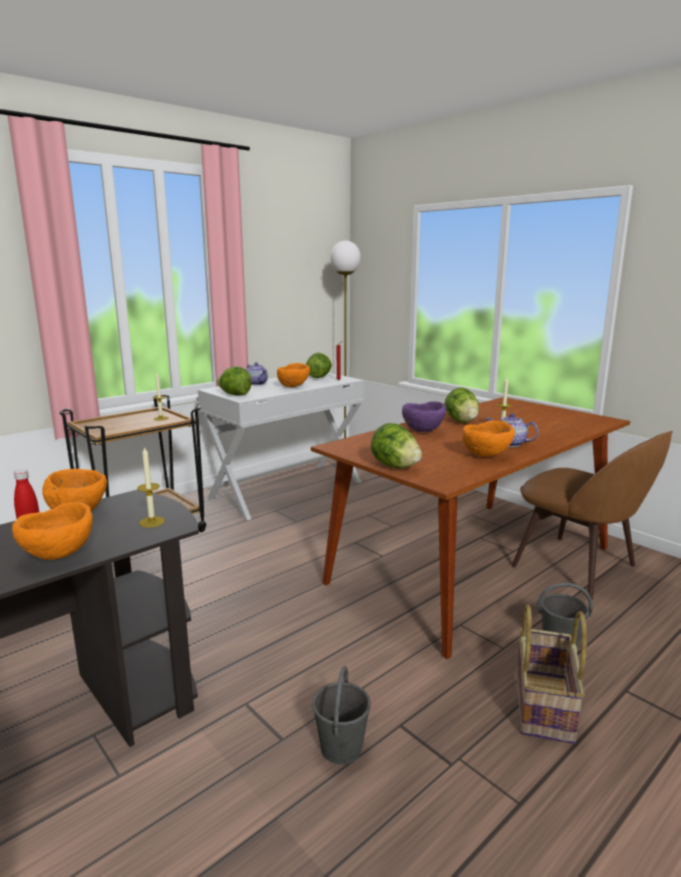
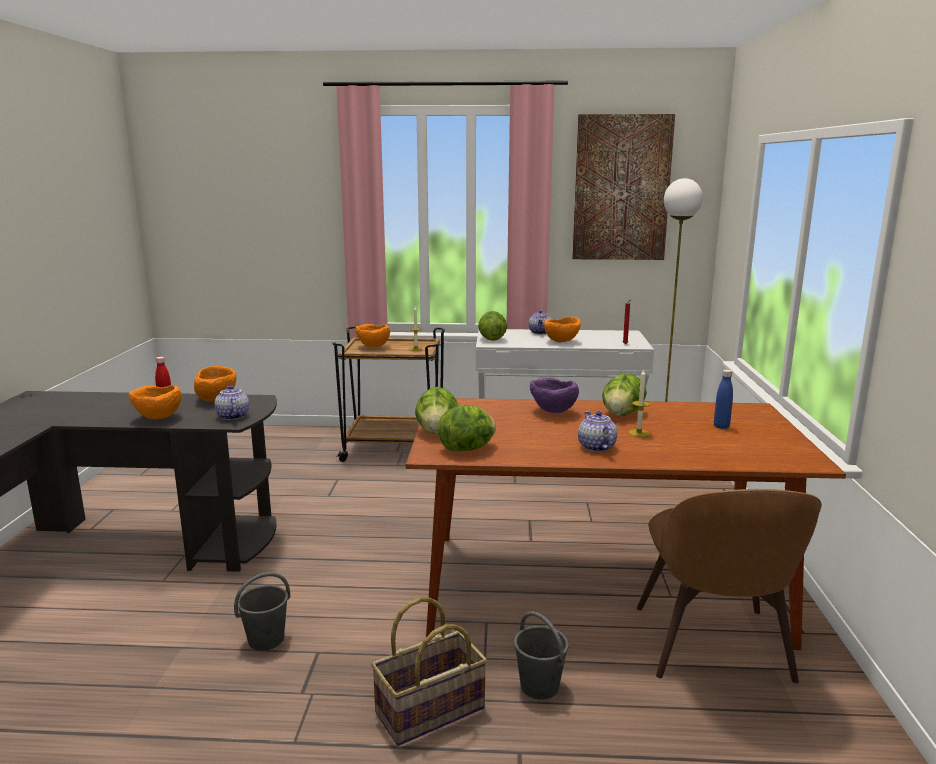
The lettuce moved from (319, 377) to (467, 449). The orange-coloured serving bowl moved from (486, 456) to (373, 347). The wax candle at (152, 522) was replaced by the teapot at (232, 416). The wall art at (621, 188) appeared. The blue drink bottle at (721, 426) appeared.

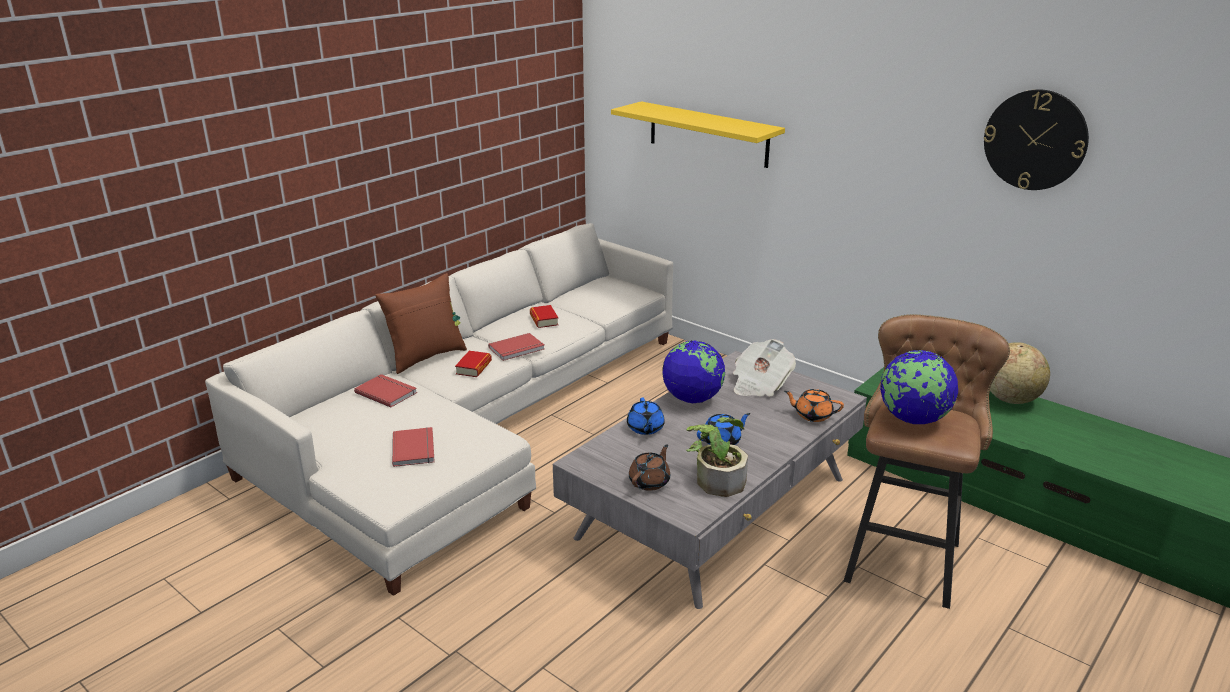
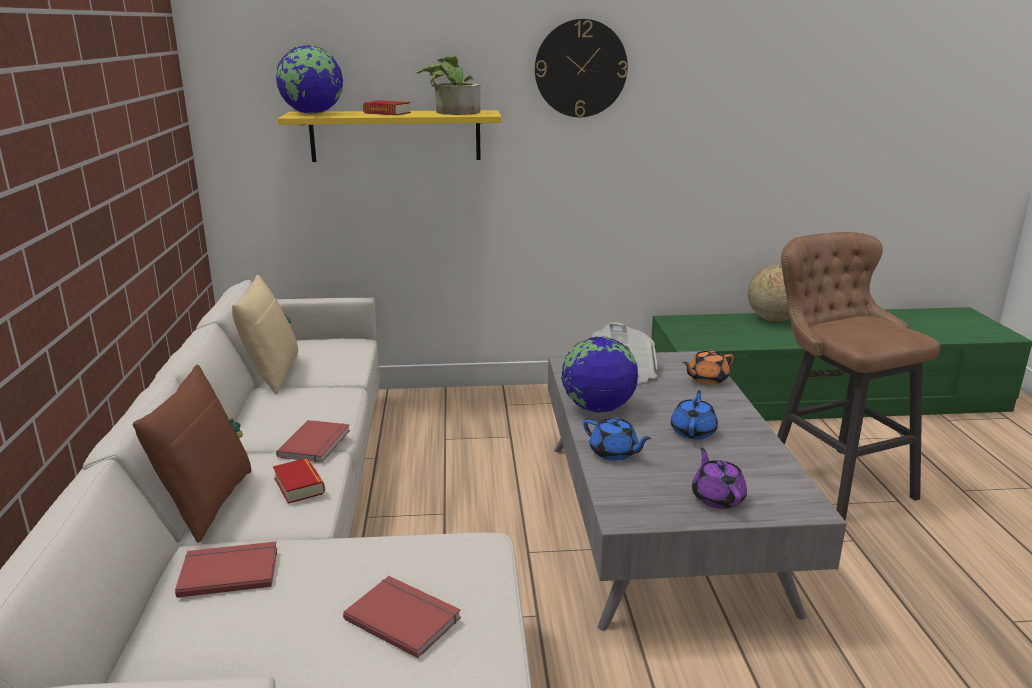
The clock on the wall moved from (1035, 140) to (580, 68). The bound book moved from (544, 320) to (387, 113). The world globe moved from (913, 419) to (312, 114). The potted plant moved from (716, 478) to (451, 112). The brownish teapot at (650, 481) became the purple-coloured teapot at (717, 497). The beige pillow at (272, 375) appeared.

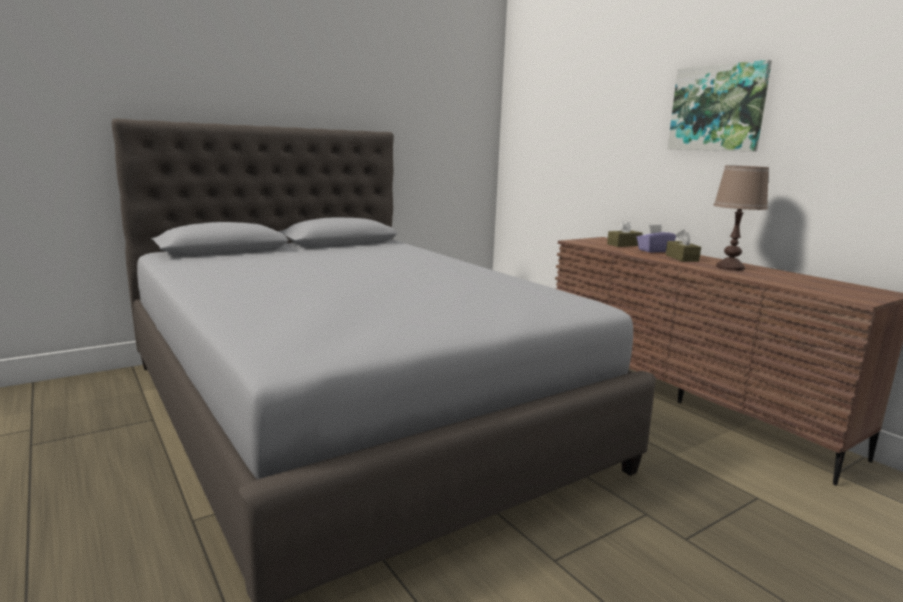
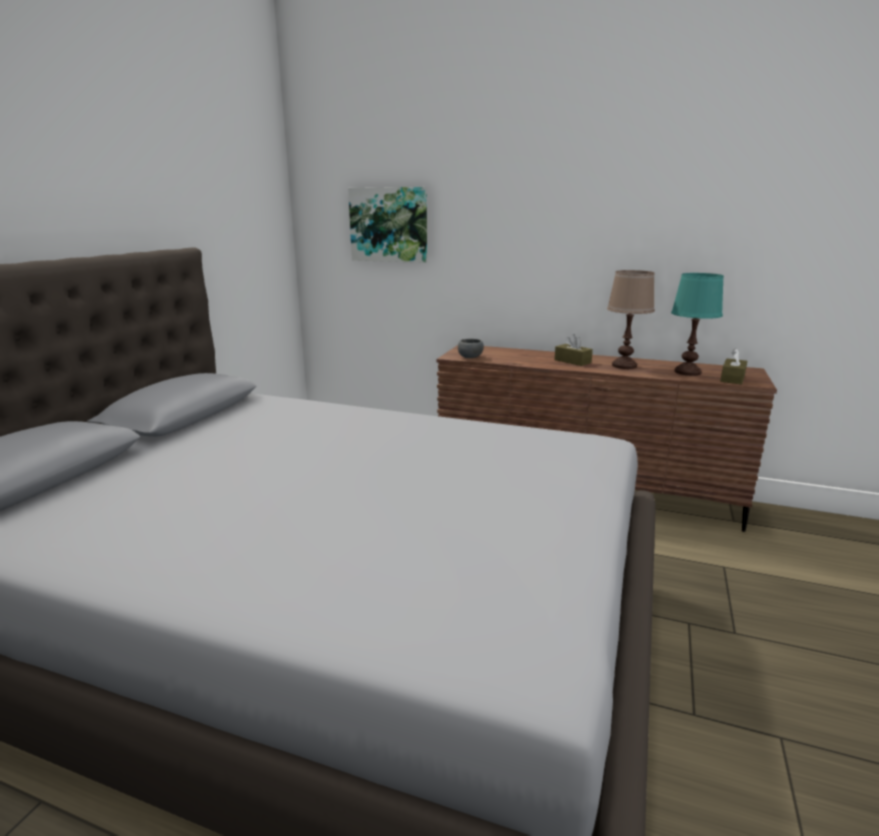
The wall art moved from (717, 108) to (389, 225). The brownish tissue box moved from (624, 245) to (732, 378). The purple-coloured tissue box at (654, 250) disappeared. The blue-green tabletop lamp at (687, 372) appeared. The gray serving bowl at (471, 357) appeared.

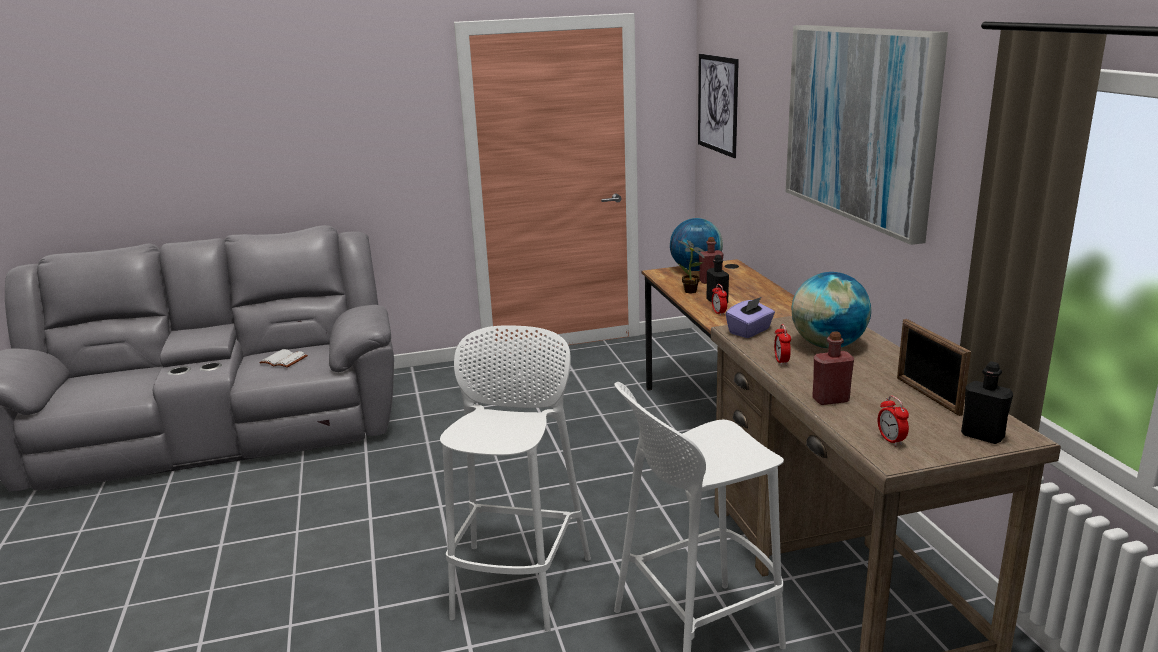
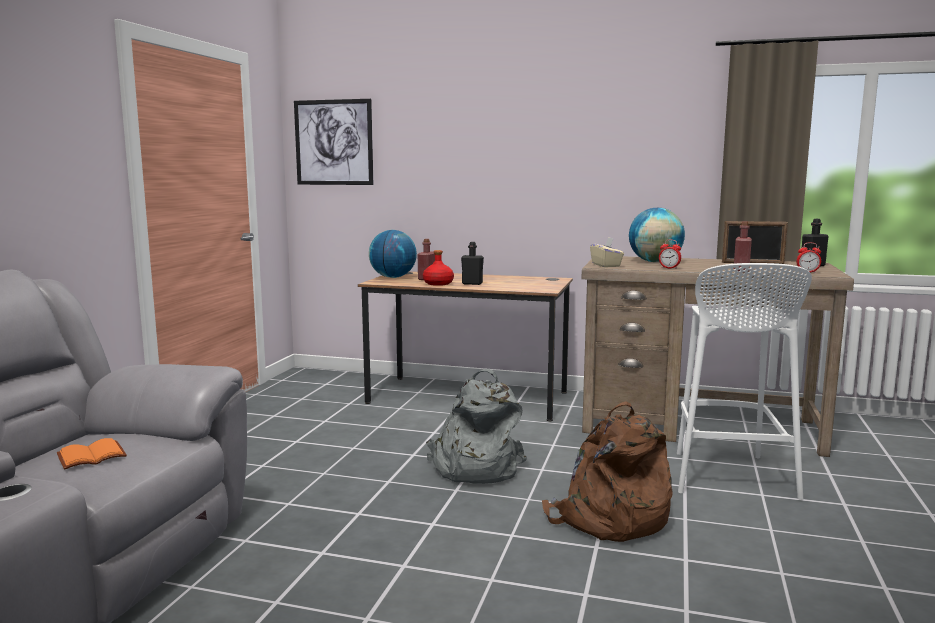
The wall art at (860, 124) disappeared. The potted plant at (691, 292) was replaced by the red-coloured drink bottle at (438, 284). The table clock at (719, 313) disappeared. The purple-coloured tissue box at (750, 331) became the beige tissue box at (606, 265). The white sitting stool at (517, 584) was replaced by the brownish rucksack at (608, 519). The white bound book at (282, 361) became the orange-coloured bound book at (91, 457). The gray rucksack at (474, 468) appeared.

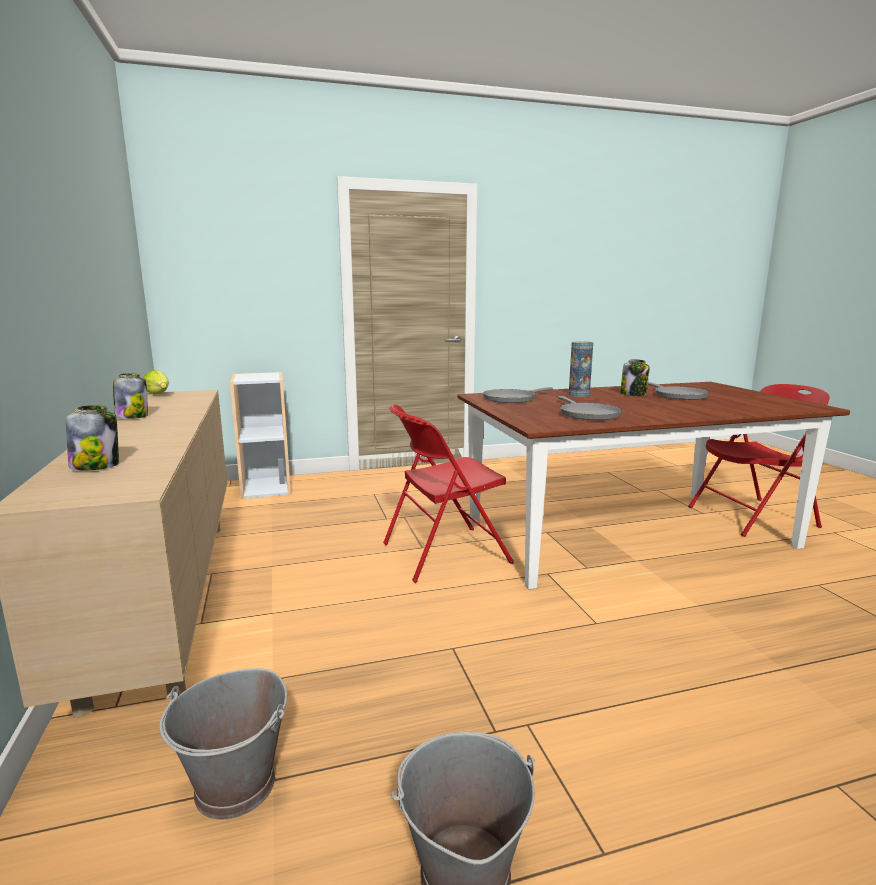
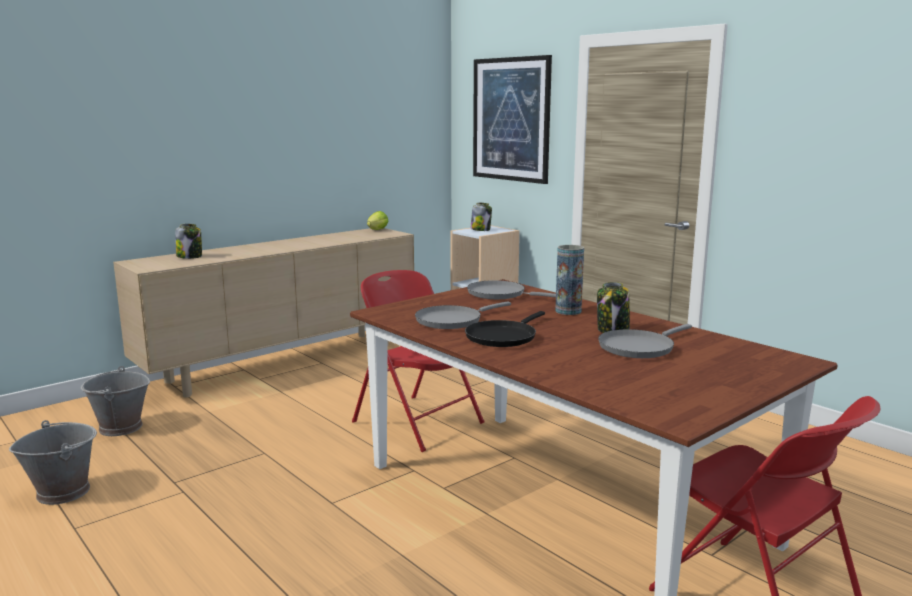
The jar moved from (132, 417) to (480, 230). The wall art at (511, 119) appeared. The black-coloured frying pan at (503, 336) appeared.

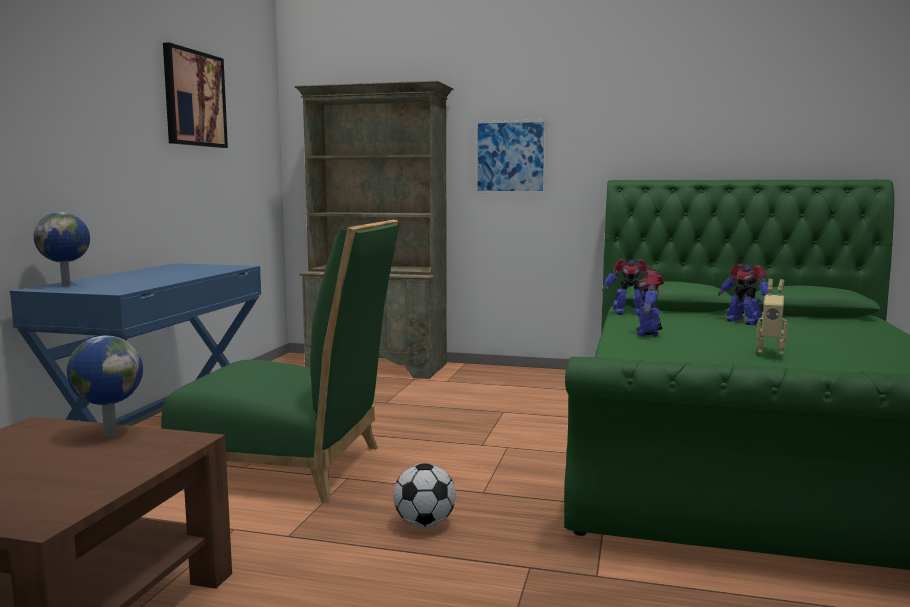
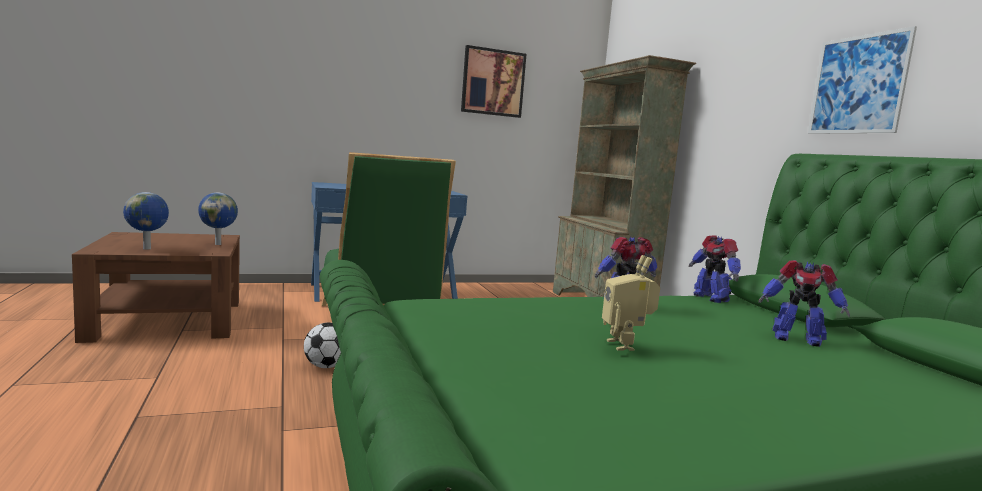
The wall art moved from (510, 157) to (858, 84). The world globe moved from (67, 285) to (148, 249). The model robot at (744, 322) turned 90 degrees counterclockwise.

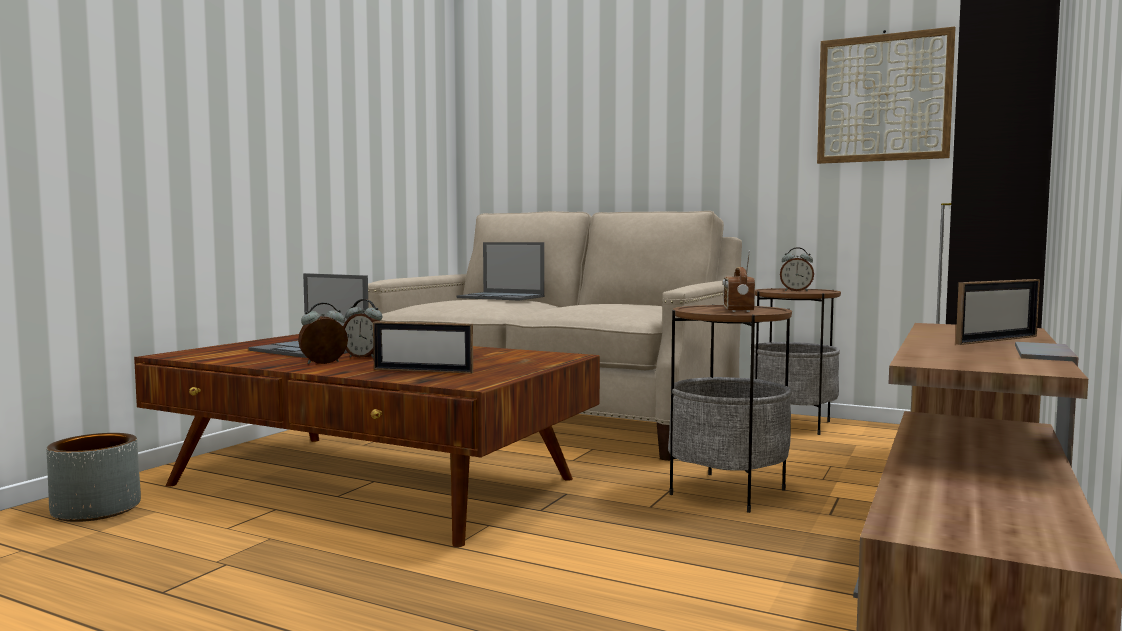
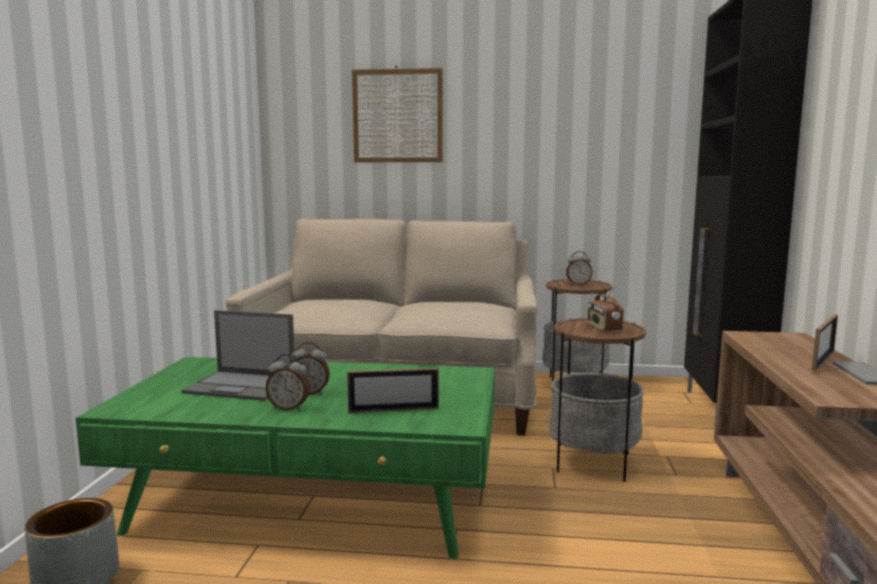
The wall art moved from (883, 96) to (397, 114). The laptop at (502, 297) disappeared. The table clock at (324, 363) turned 120 degrees counterclockwise. The brownish coffee table at (370, 482) became the green-coloured coffee table at (312, 497).

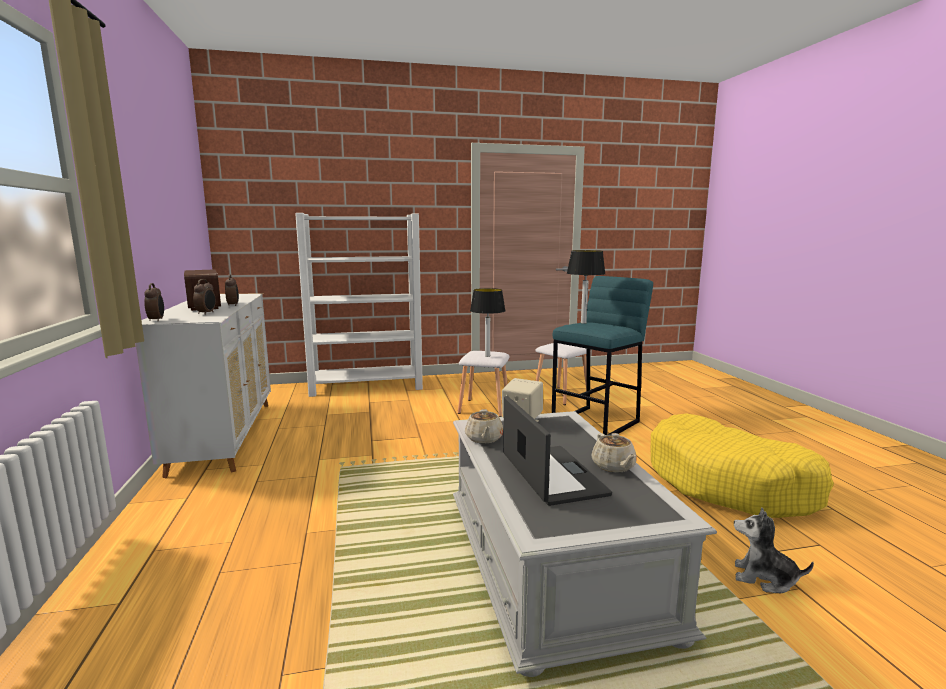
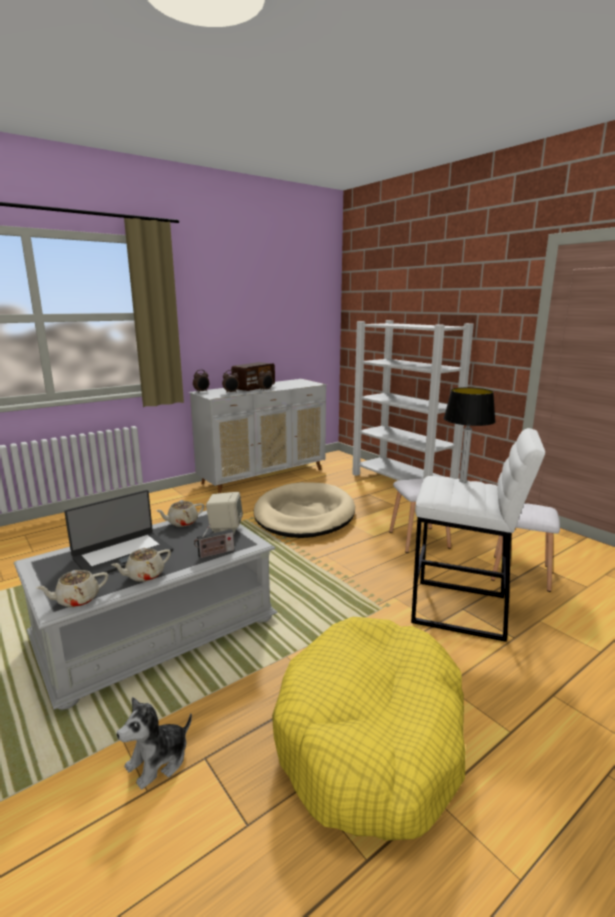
The blue-green sitting stool at (597, 422) became the white sitting stool at (462, 609). The tabletop lamp at (487, 356) disappeared. The plush toy at (764, 578) turned 135 degrees counterclockwise. The beige dog cushion at (304, 515) appeared. The radio set at (214, 554) appeared. The beige teapot at (77, 599) appeared.

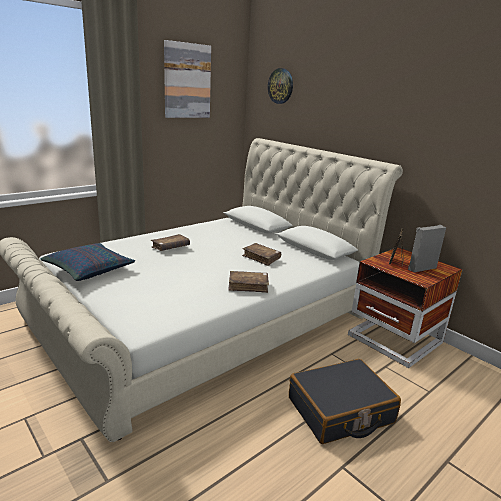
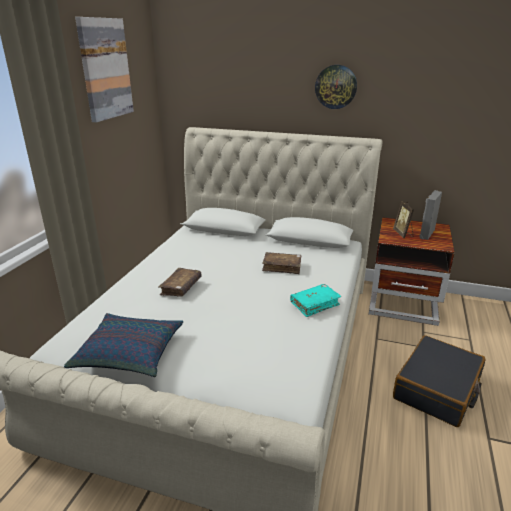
The clock on the wall moved from (280, 86) to (336, 87). The brownish bound book at (248, 286) became the blue-green bound book at (314, 304).

